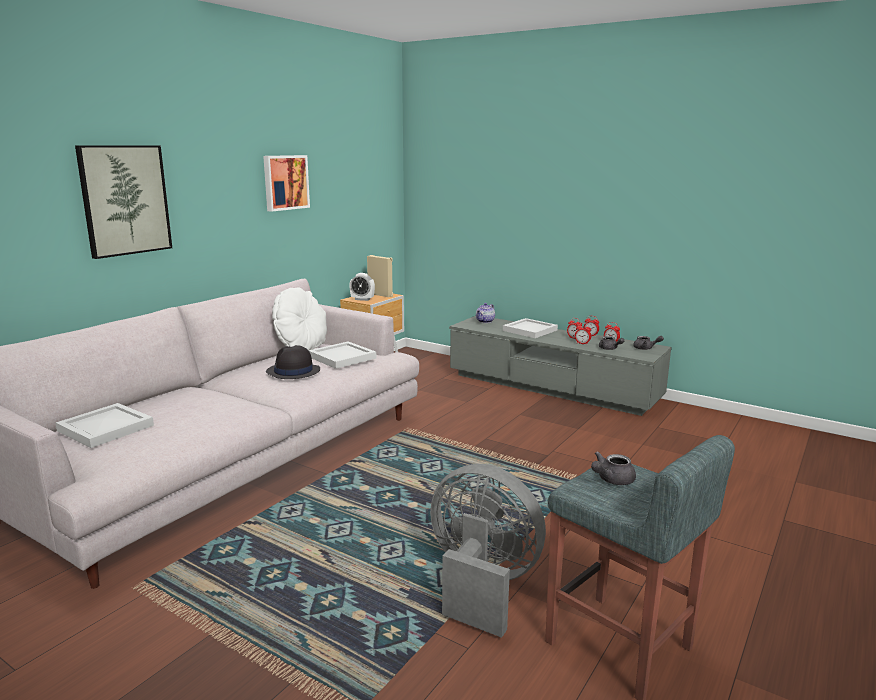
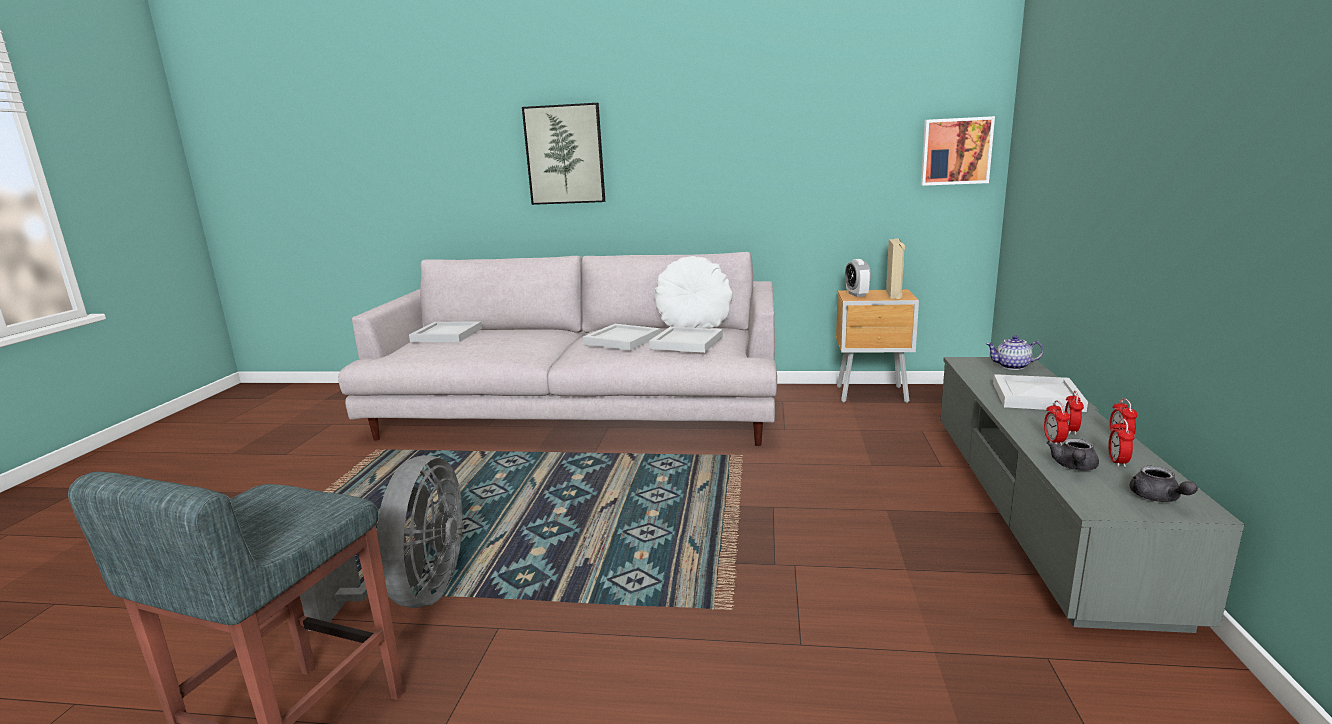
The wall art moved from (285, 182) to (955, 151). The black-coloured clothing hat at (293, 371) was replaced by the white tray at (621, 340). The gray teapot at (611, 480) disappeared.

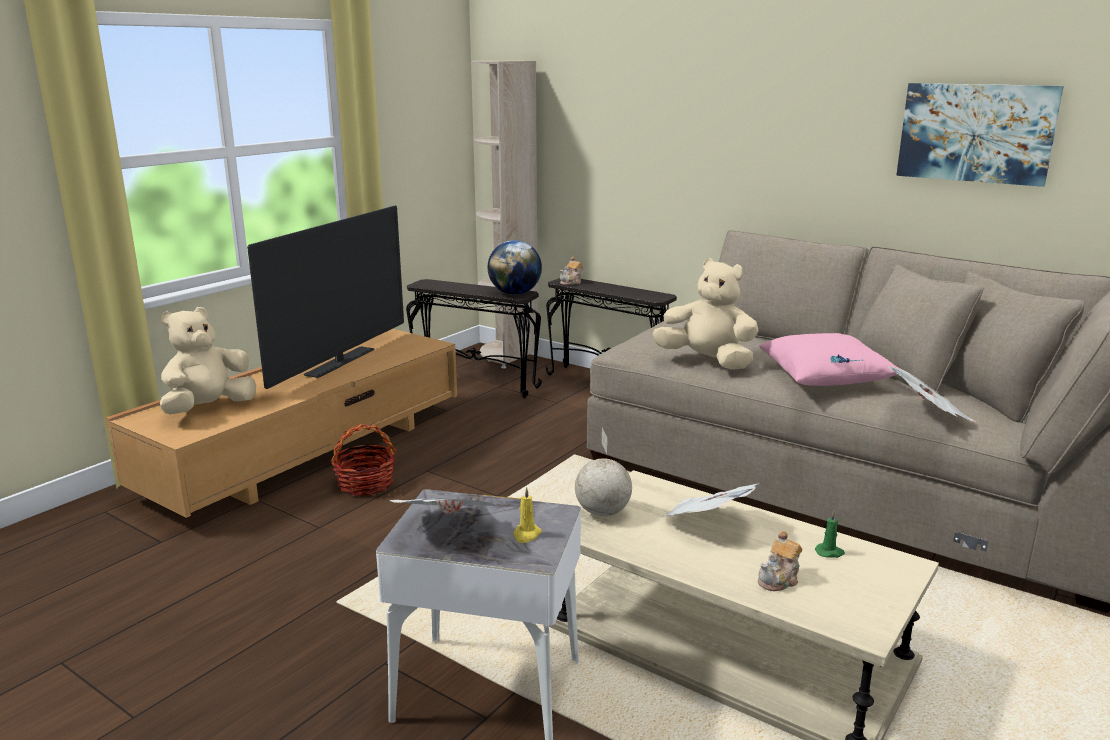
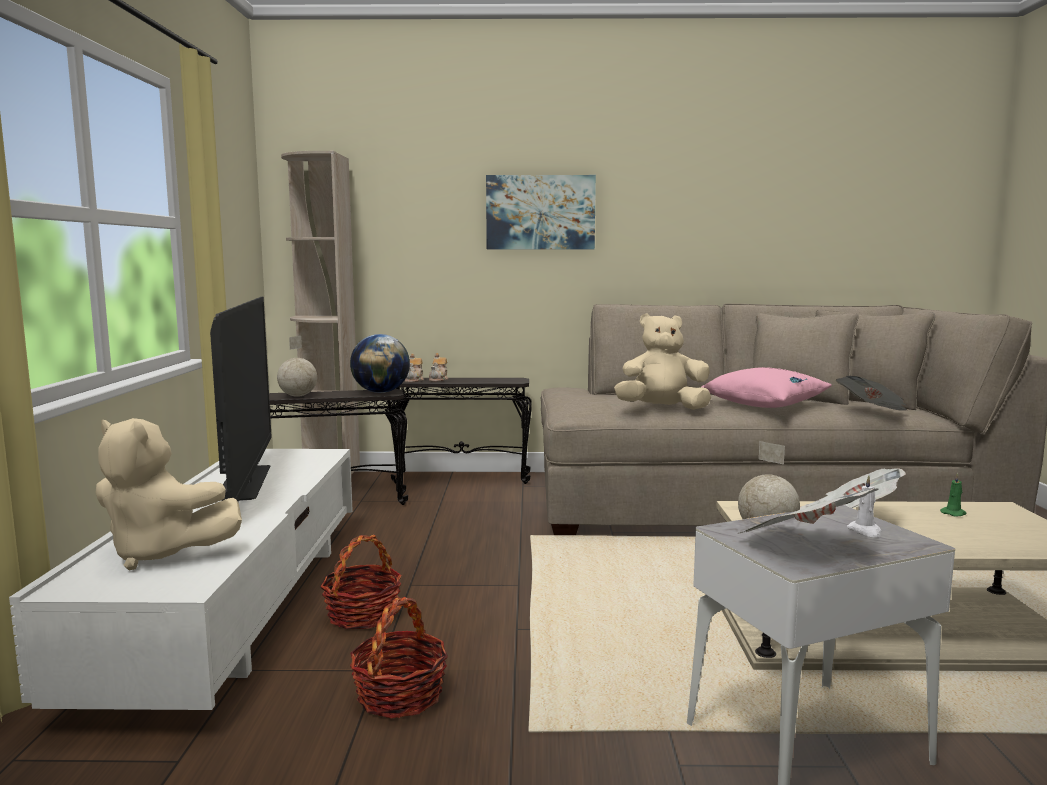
The wall art moved from (976, 133) to (540, 212). The beige plush toy at (208, 408) turned 75 degrees counterclockwise. The brownish media console at (308, 450) became the white media console at (233, 604). The yellow wax candle at (526, 535) became the white wax candle at (865, 531). The teapot moved from (779, 580) to (439, 379). The world globe at (298, 396) appeared. The household basket at (400, 695) appeared.

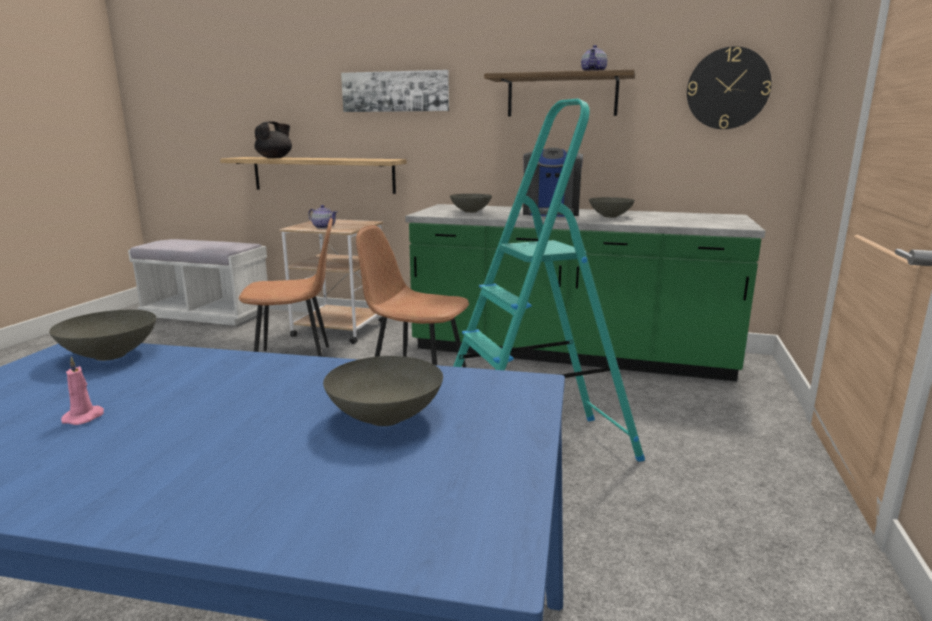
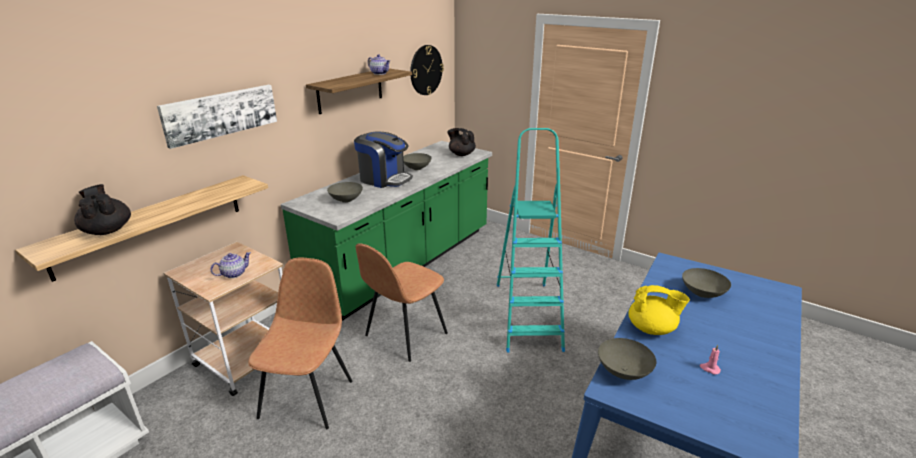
The black-coloured teapot at (461, 154) appeared. The yellow teapot at (652, 329) appeared.

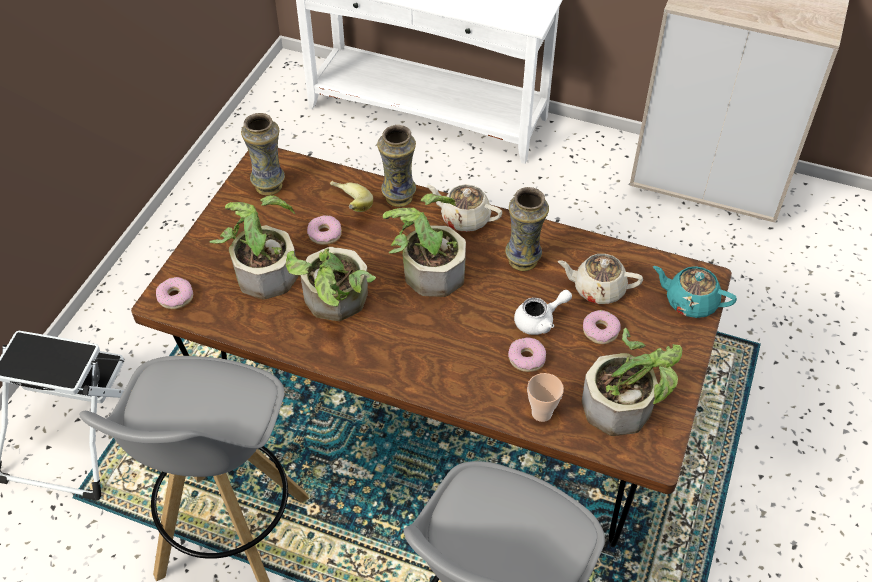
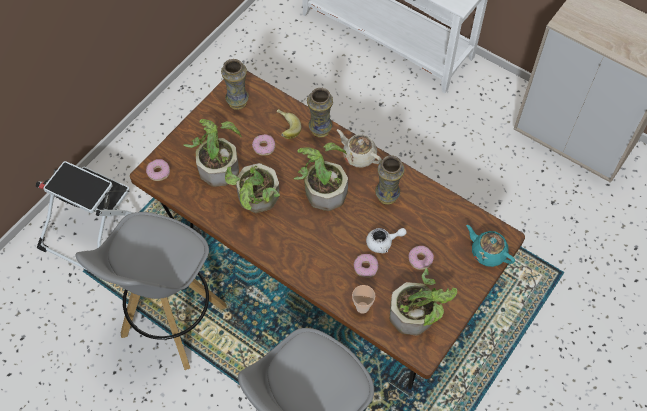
The beige teapot at (597, 289) disappeared.

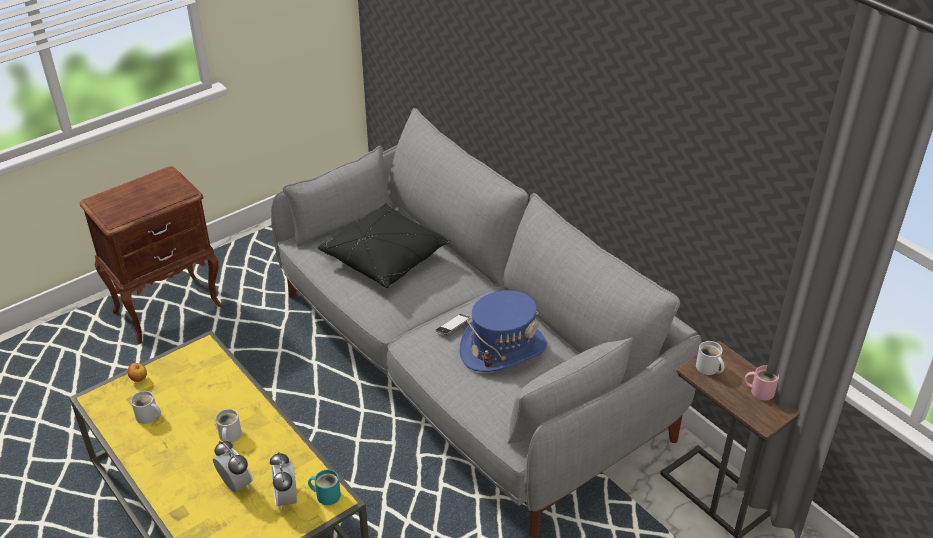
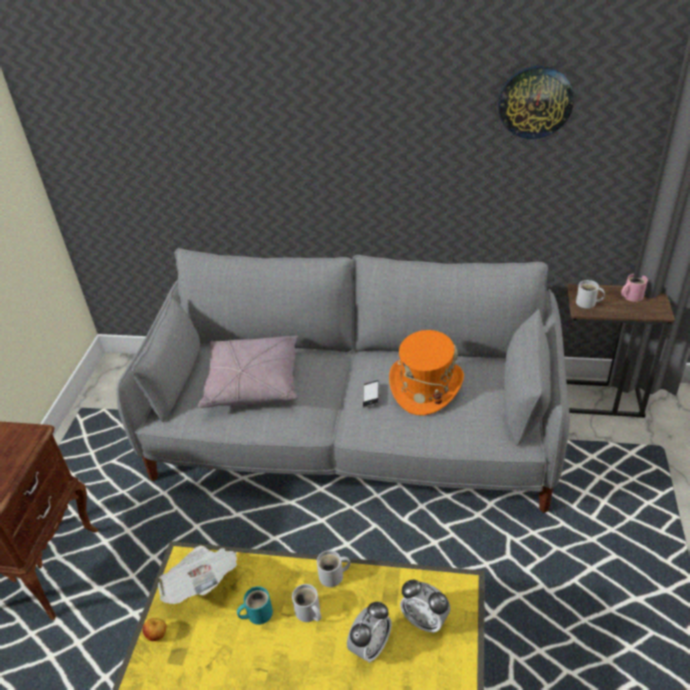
The black-coloured pillow at (385, 258) became the purple-coloured pillow at (253, 383). The blue clothing hat at (503, 348) became the orange-coloured clothing hat at (425, 386). The white mug moved from (148, 417) to (333, 576). The table clock at (235, 484) turned 120 degrees clockwise. The blue-green mug moved from (326, 494) to (257, 613). The clock on the wall at (535, 102) appeared. The newspaper at (201, 584) appeared.

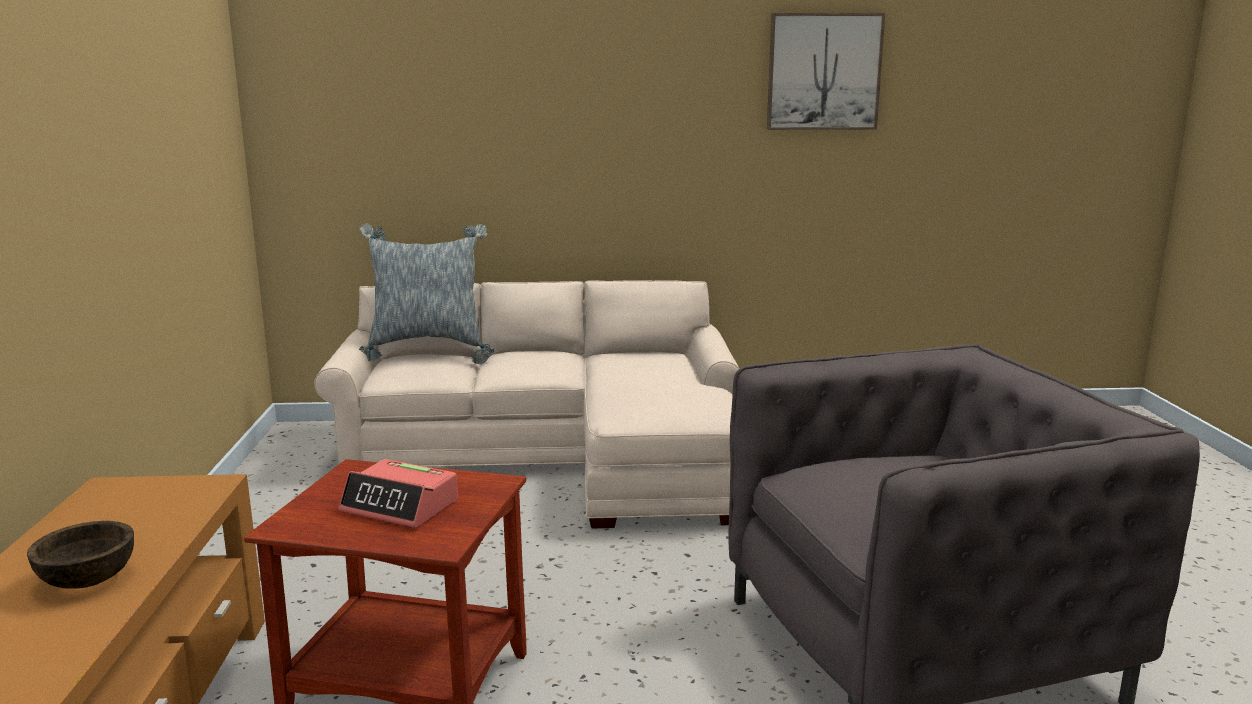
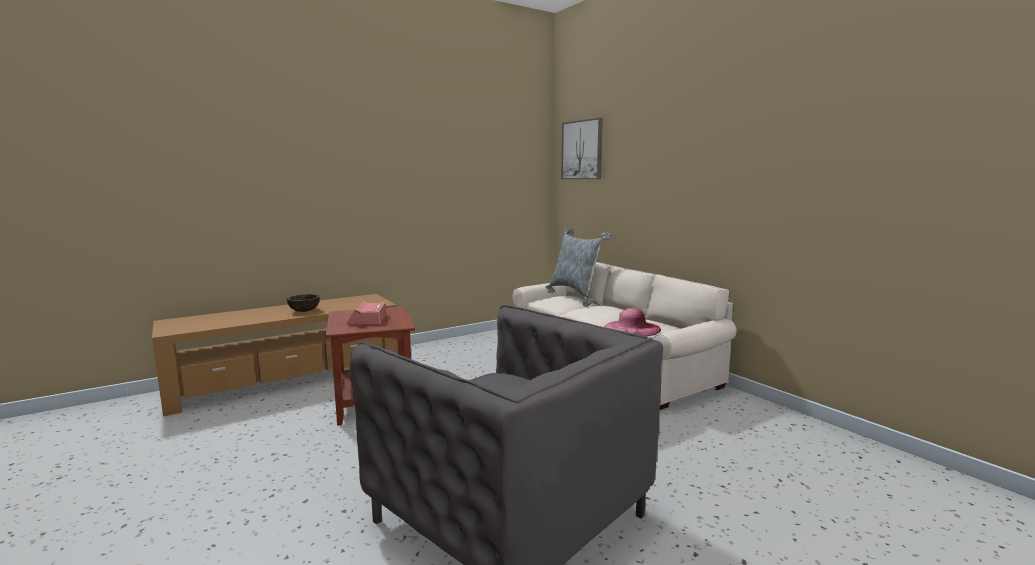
The wall art moved from (823, 72) to (582, 150). The pink clothing hat at (632, 328) appeared.

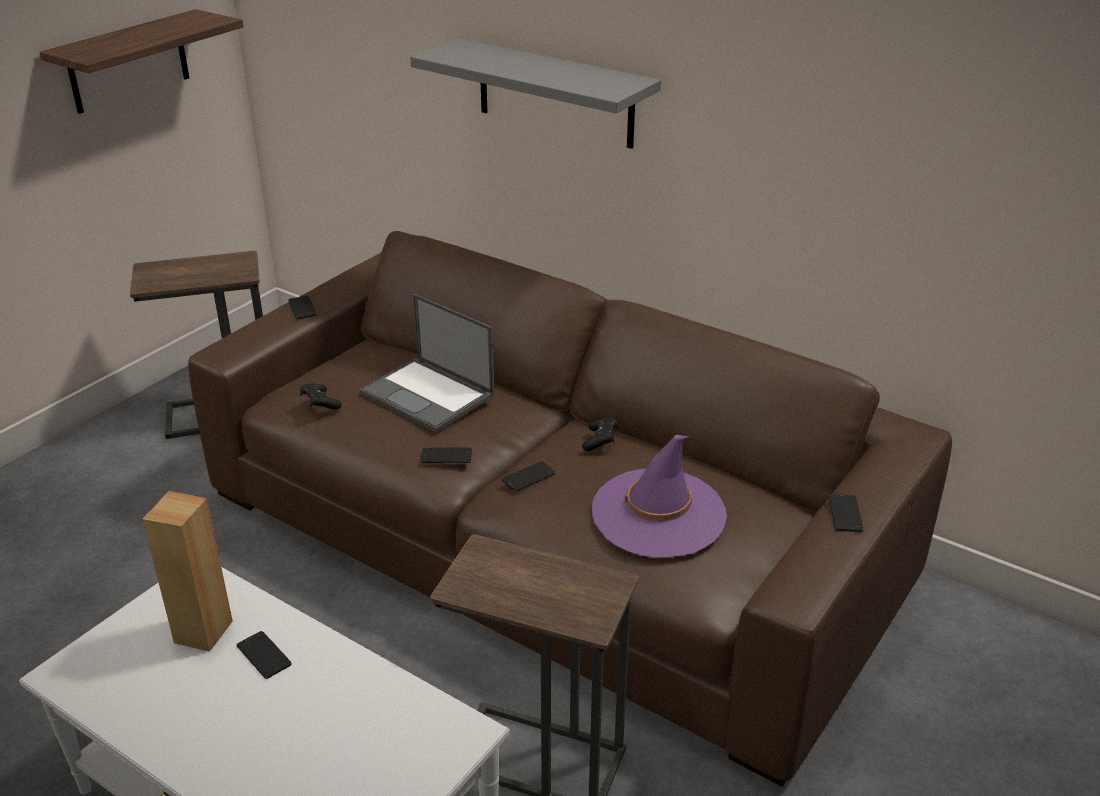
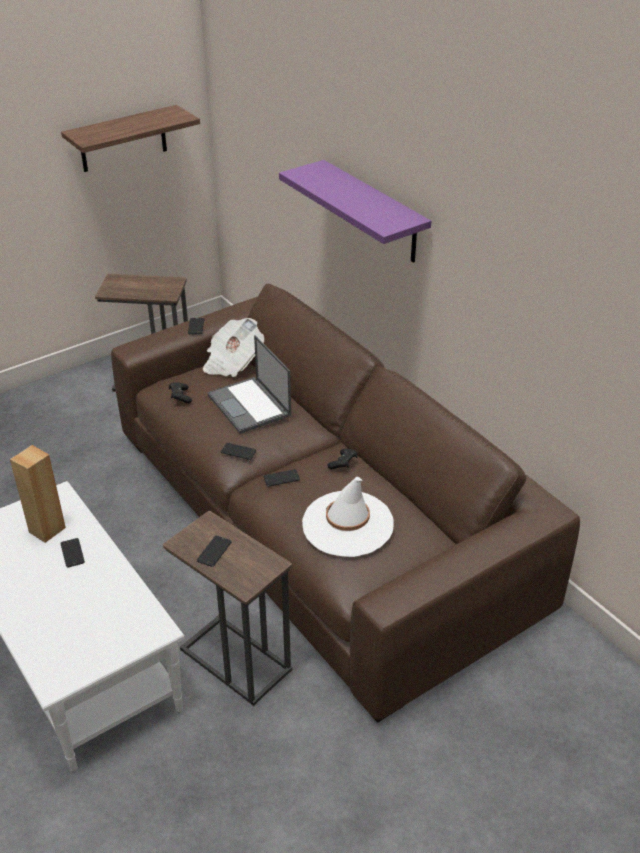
The gray shelf at (555, 94) became the purple-coloured shelf at (373, 212). The purple-coloured clothing hat at (658, 513) became the white clothing hat at (347, 524). The handset moved from (845, 513) to (214, 551). The newspaper at (232, 362) appeared.

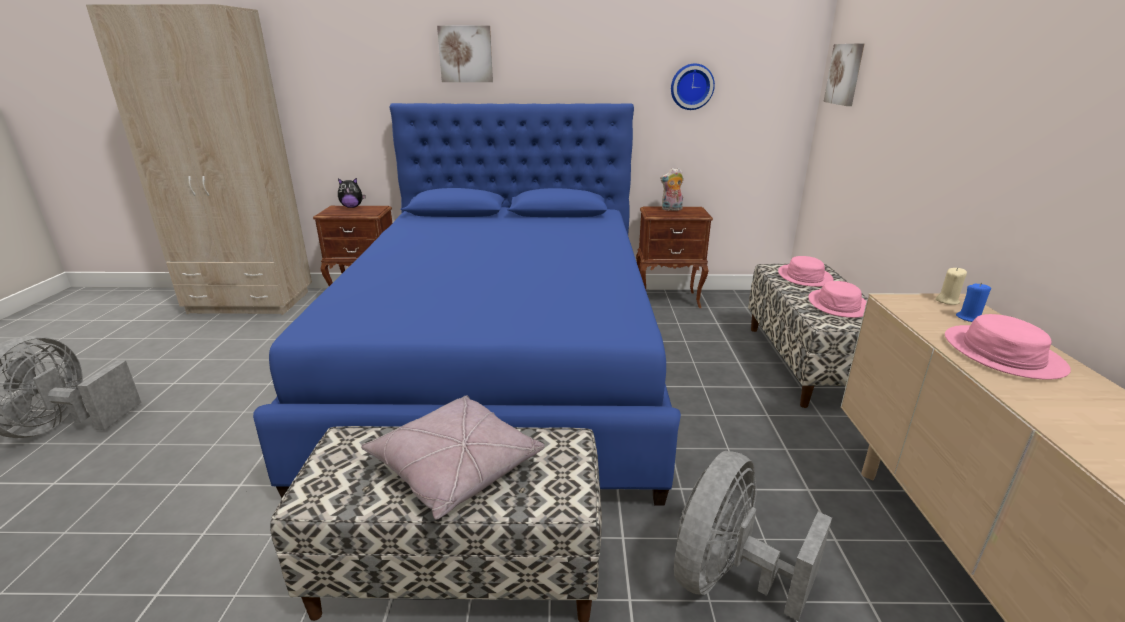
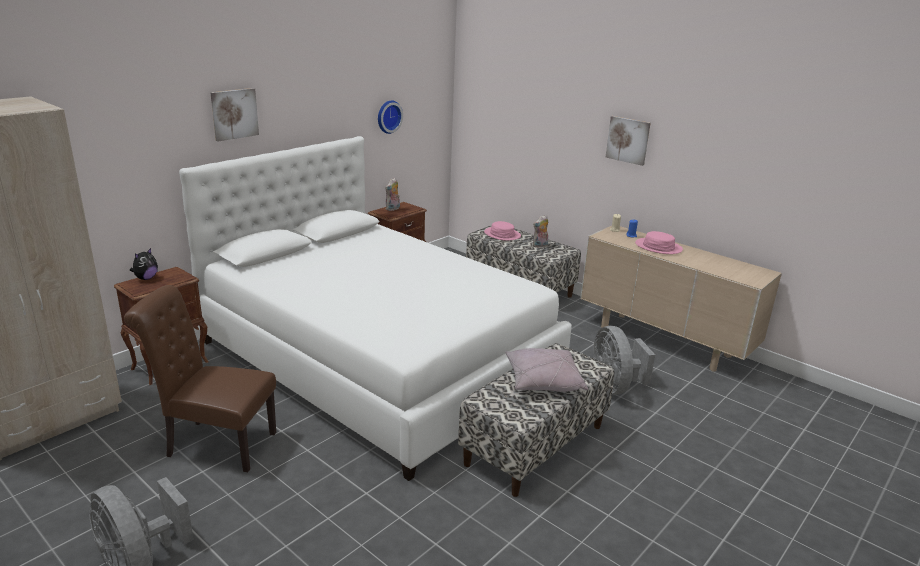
The wall art moved from (845, 74) to (628, 140). The blue bedroom bed at (503, 365) became the white bedroom bed at (378, 358). The pink clothing hat at (839, 305) was replaced by the plush toy at (540, 246). The brownish plain chair at (215, 444) appeared.

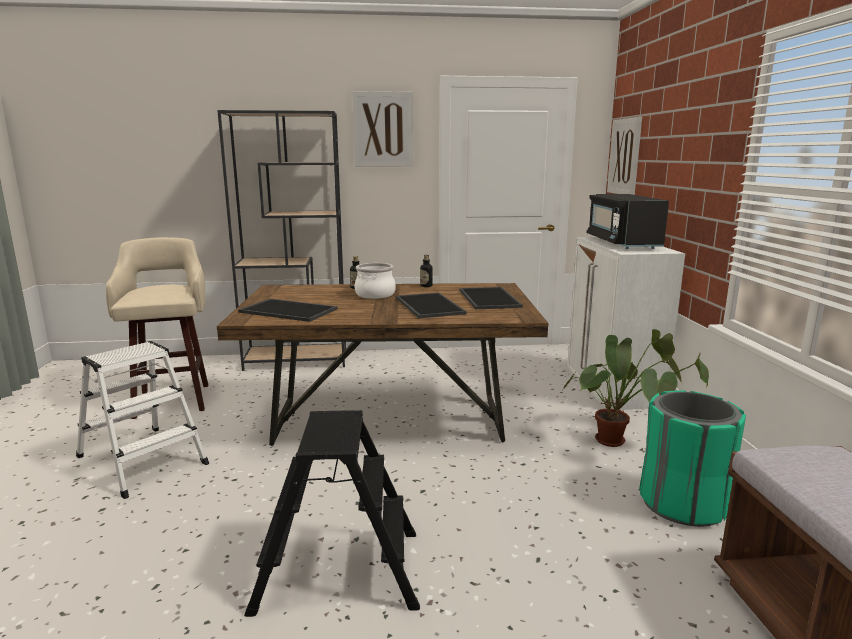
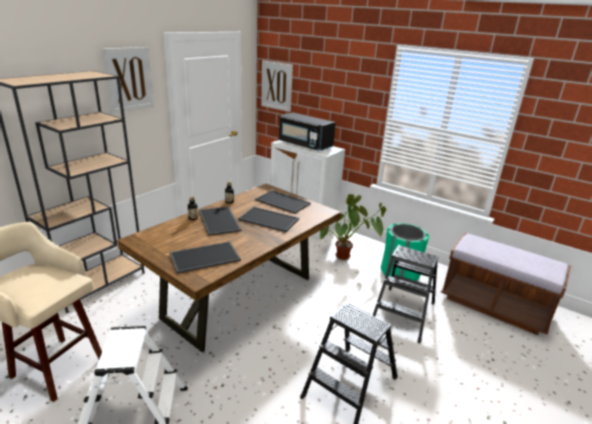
The stockpot at (375, 294) was replaced by the tray at (220, 221). The black-coloured step ladder at (403, 313) appeared.

